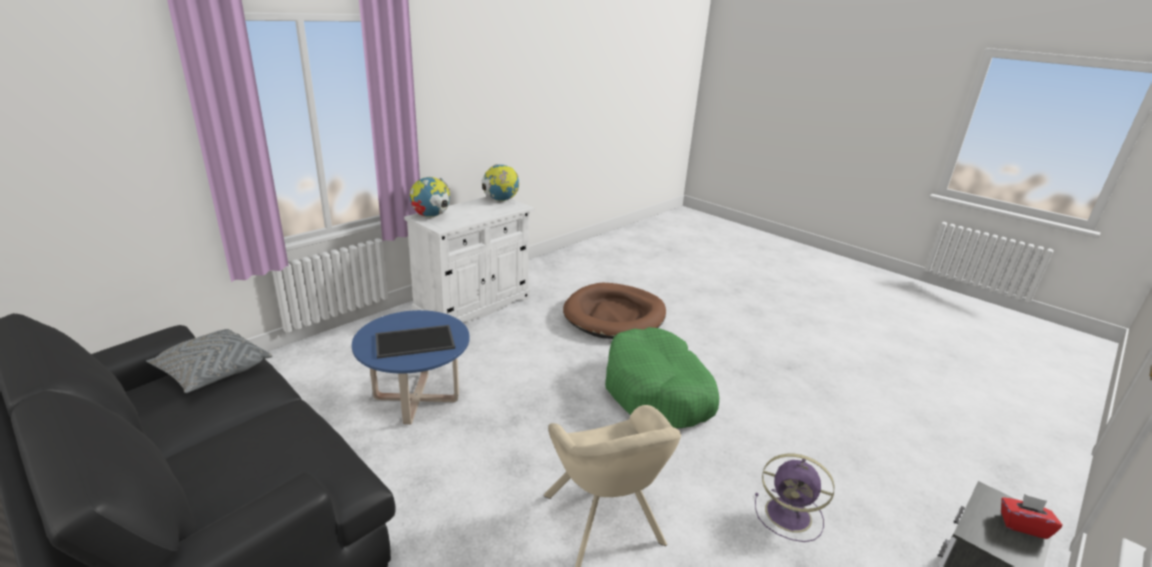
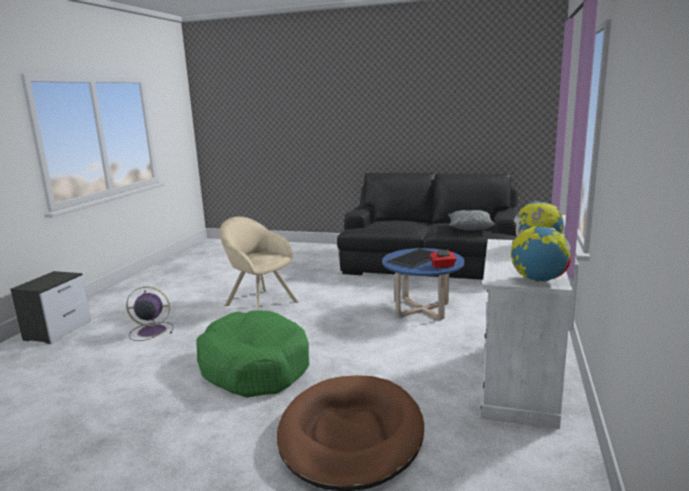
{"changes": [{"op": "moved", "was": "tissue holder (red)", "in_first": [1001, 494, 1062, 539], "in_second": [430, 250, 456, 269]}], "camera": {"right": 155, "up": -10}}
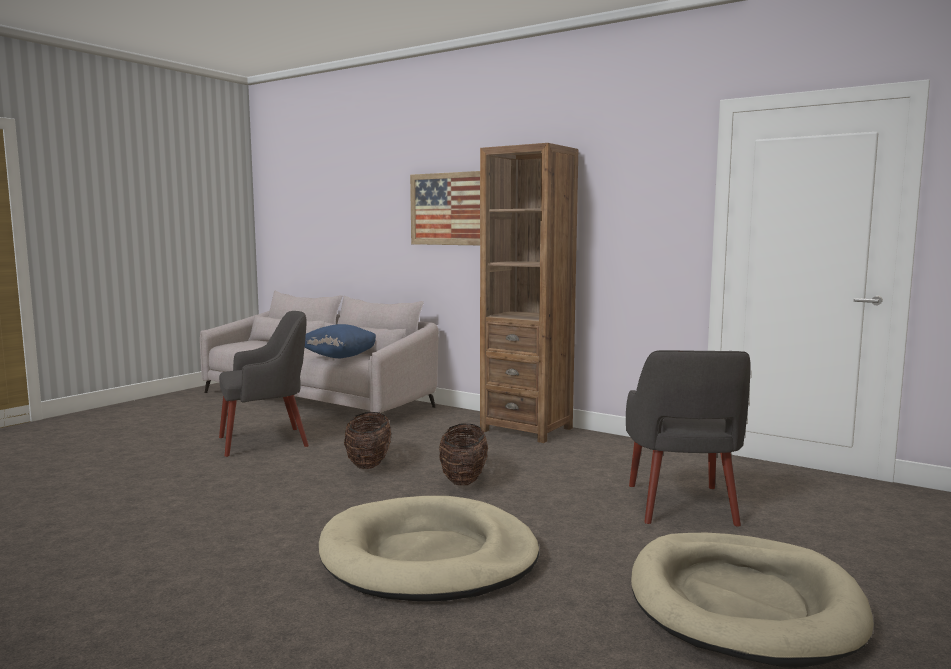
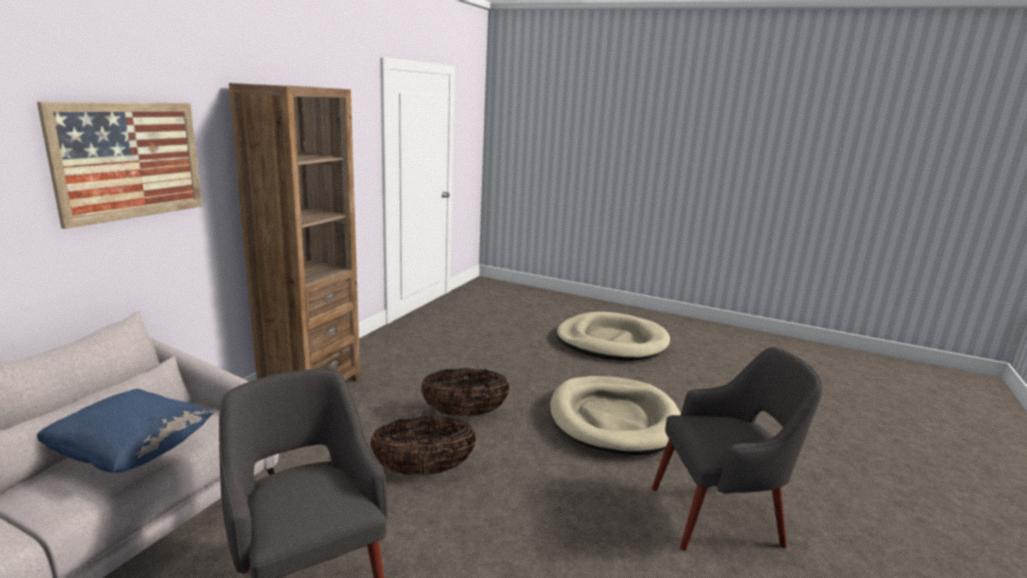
{"changes": [{"op": "moved", "was": "lounge chair (grey)", "in_first": [626, 350, 751, 527], "in_second": [652, 347, 823, 551]}], "camera": {"right": -100, "up": 10}}
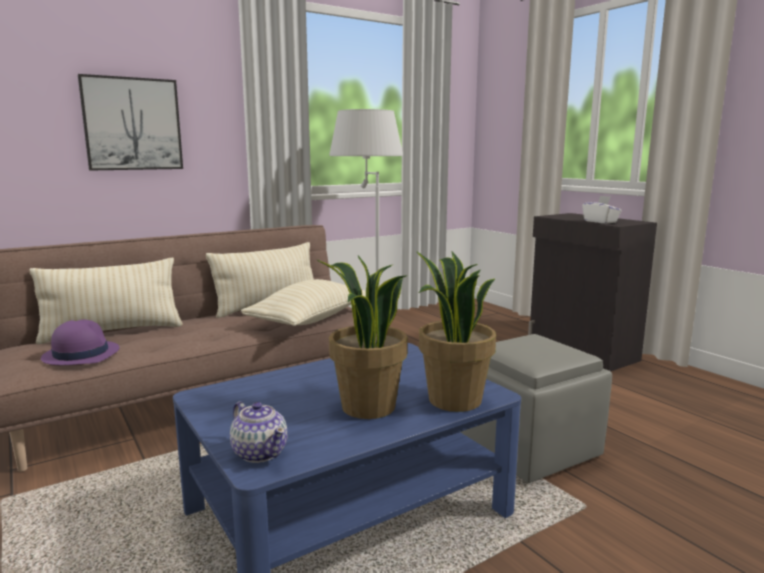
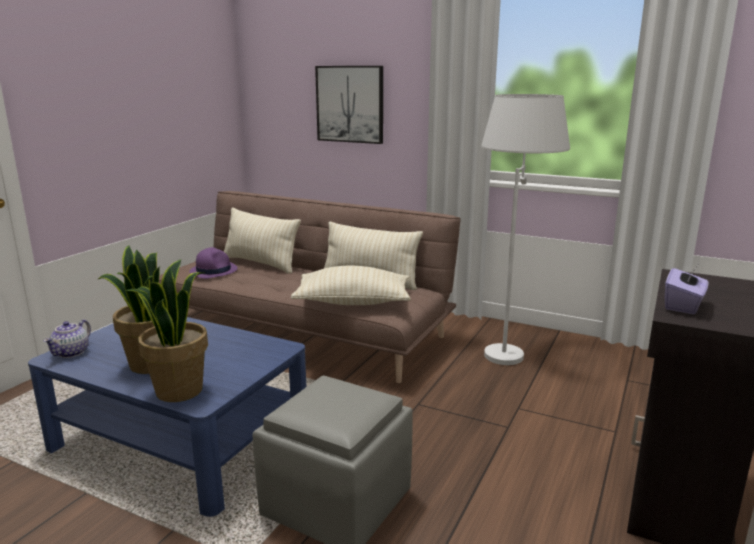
{"changes": [{"op": "recoloured", "was": "tissue holder (white-coloured)", "now": "tissue holder (purple)", "in_first": [582, 196, 622, 224], "in_second": [665, 265, 709, 314]}], "camera": {"right": 60, "up": 5}}
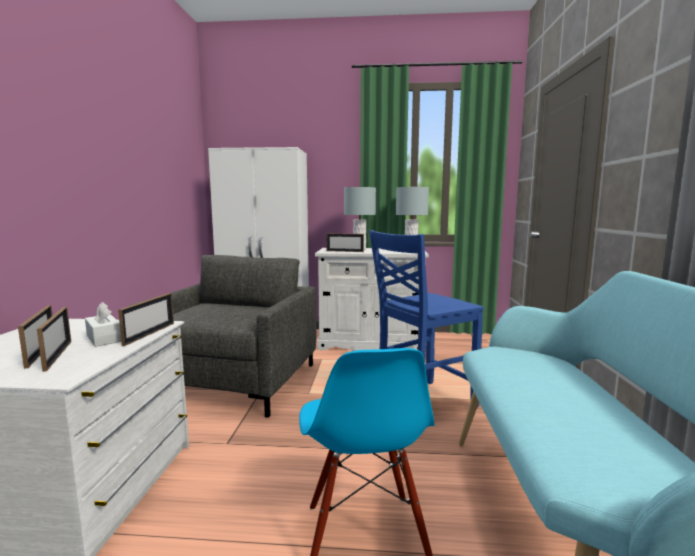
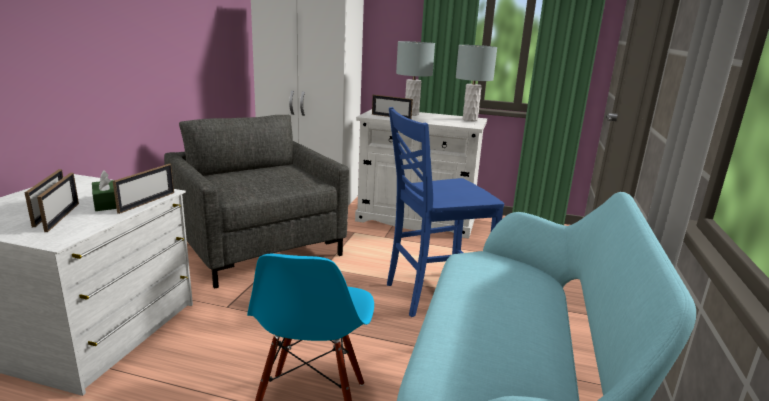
{"changes": [{"op": "recoloured", "was": "tissue holder (white-coloured)", "now": "tissue holder (greenish)", "in_first": [85, 302, 121, 347], "in_second": [92, 171, 117, 211]}, {"op": "turned", "was": "lounge chair (grey)", "in_first": [129, 255, 316, 418], "in_second": [164, 115, 349, 289], "clockwise": -60}], "camera": {"right": 10, "up": 10}}
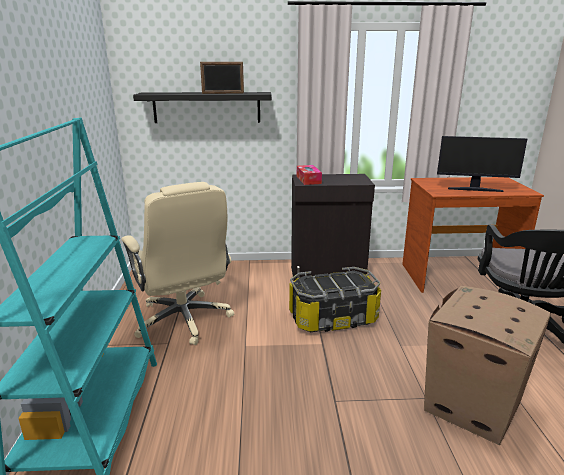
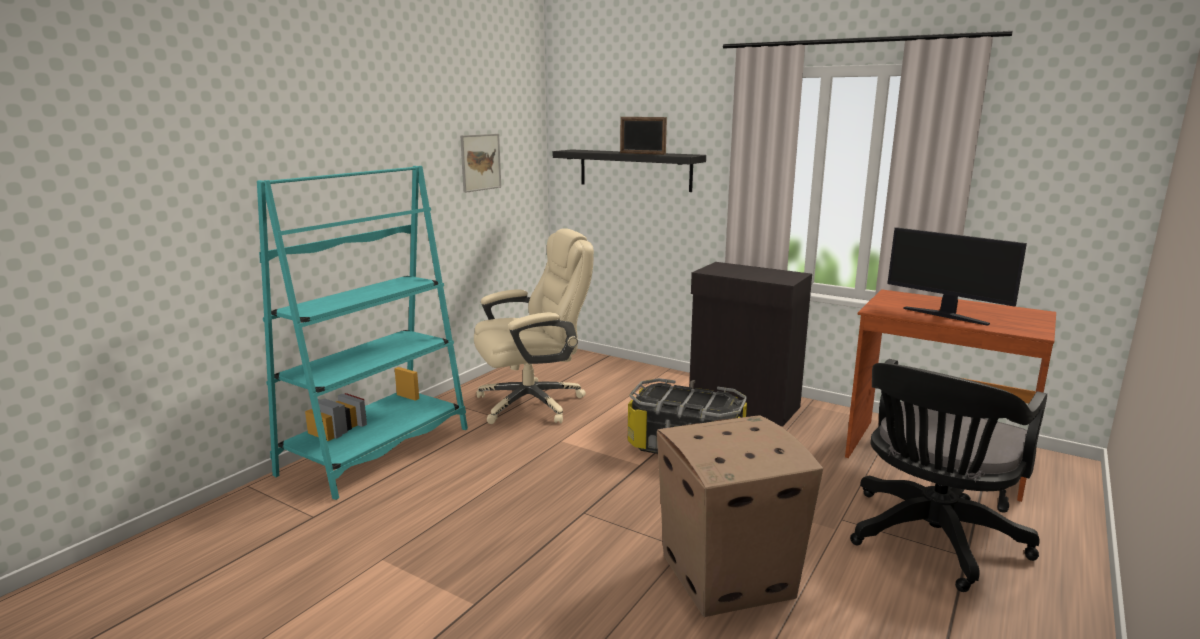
{"changes": [{"op": "added", "now": "wall picture", "in_second": [460, 134, 501, 193]}, {"op": "turned", "was": "desk chair (sand-coloured)", "in_first": [121, 182, 234, 345], "in_second": [474, 228, 594, 424], "clockwise": -120}, {"op": "removed", "was": "tissue holder", "in_first": [297, 165, 322, 185]}], "camera": {"right": 35, "up": -5}}
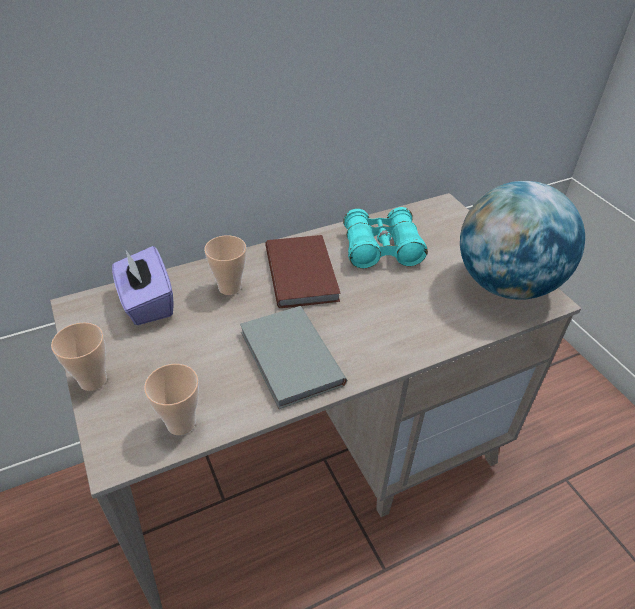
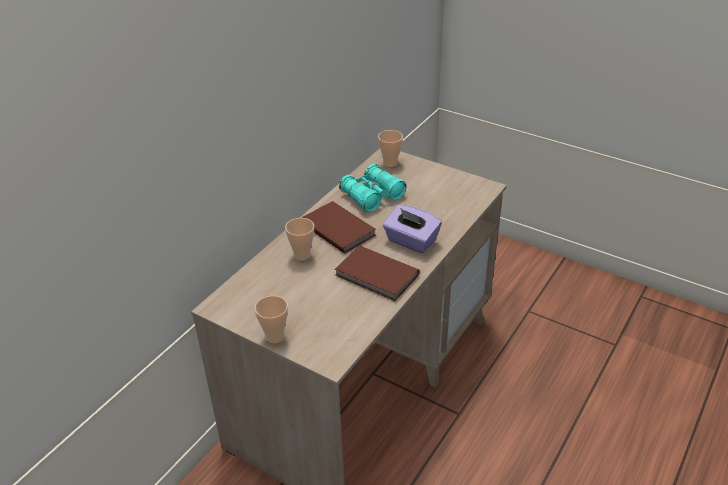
{"changes": [{"op": "recoloured", "was": "volume (grey)", "now": "volume (brown)", "in_first": [240, 306, 347, 409], "in_second": [335, 245, 420, 301]}, {"op": "moved", "was": "small cup", "in_first": [144, 364, 199, 435], "in_second": [378, 130, 403, 167]}, {"op": "moved", "was": "tissue holder (purple)", "in_first": [112, 246, 174, 325], "in_second": [383, 204, 442, 253]}, {"op": "removed", "was": "world globe", "in_first": [460, 181, 585, 300]}], "camera": {"right": -30, "up": -5}}
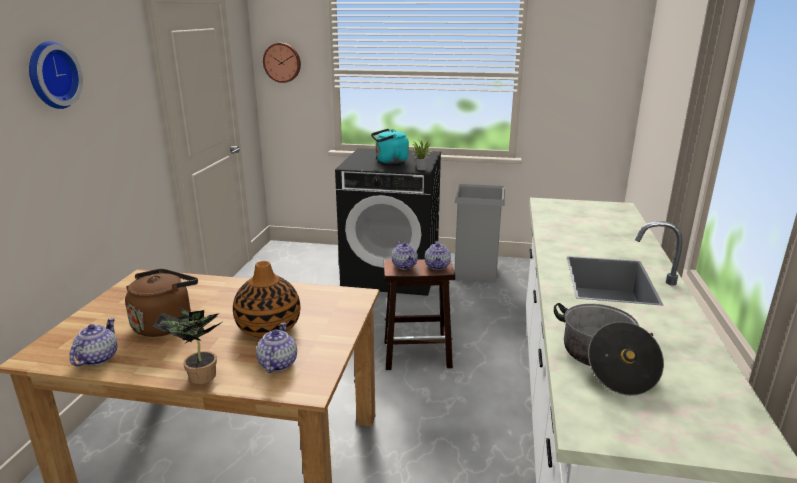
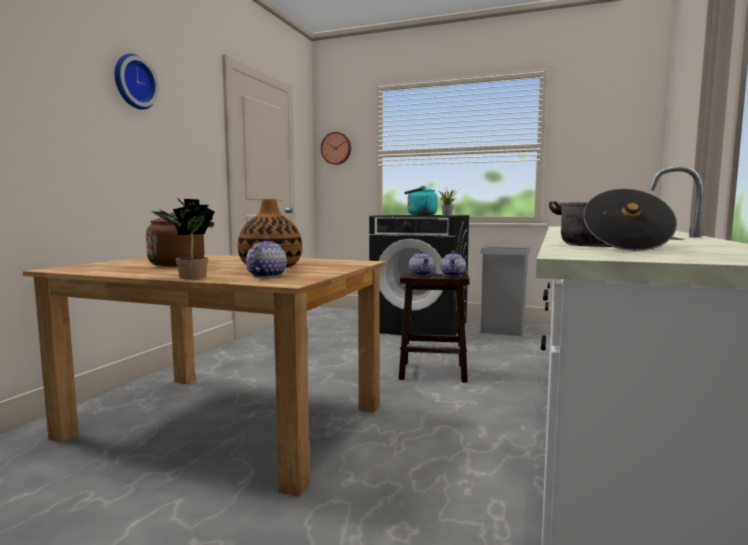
{"changes": [{"op": "removed", "was": "tea pot", "in_first": [69, 318, 117, 366]}], "camera": {"right": 10, "up": -15}}
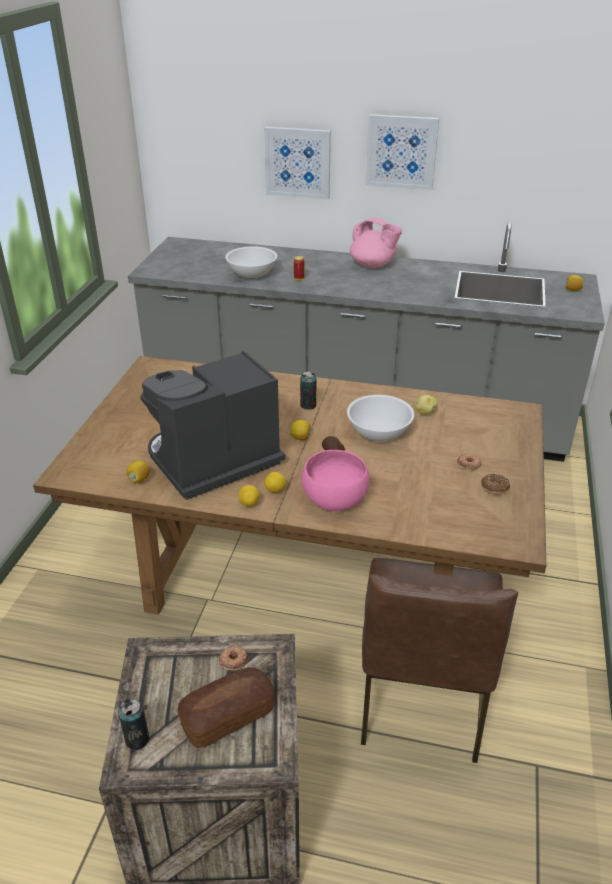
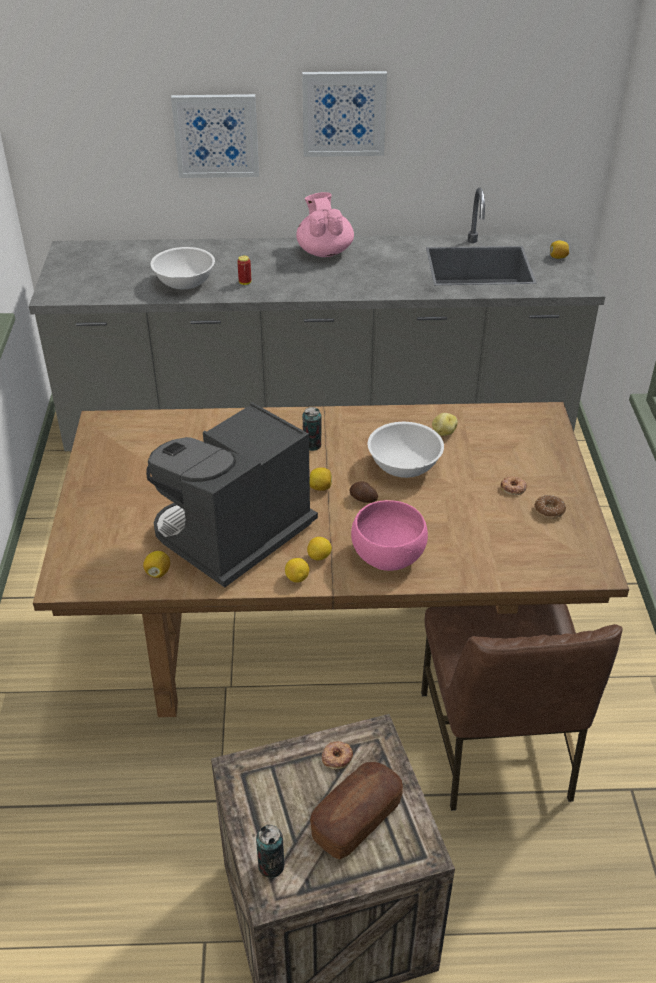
{"changes": [{"op": "turned", "was": "tea pot (pink-coloured)", "in_first": [350, 218, 403, 268], "in_second": [296, 192, 354, 257], "clockwise": -120}], "camera": {"right": -15, "up": 5}}
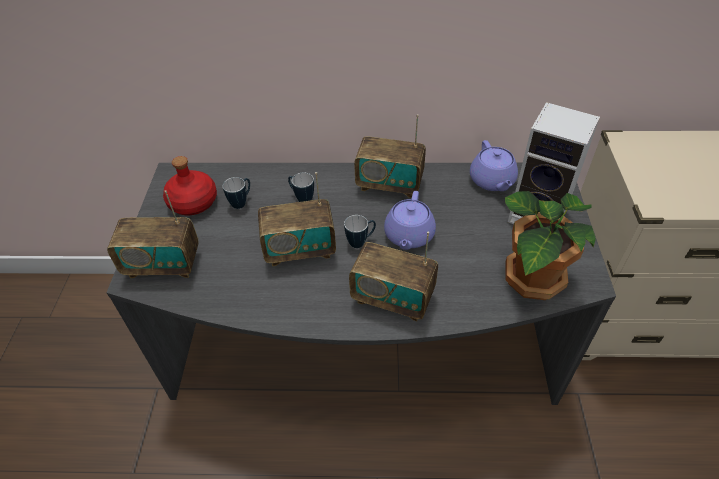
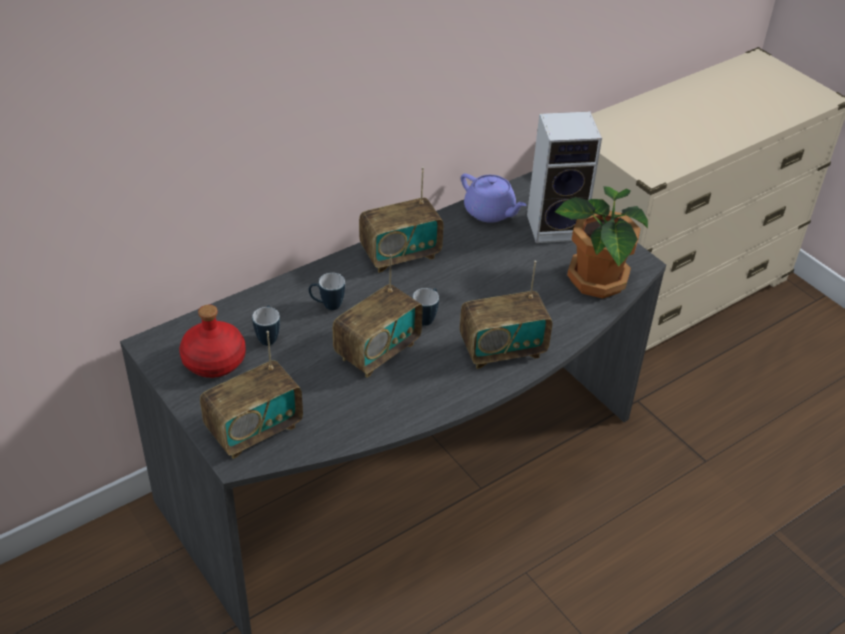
{"changes": [{"op": "removed", "was": "tea pot (purple)", "in_first": [384, 191, 436, 250]}], "camera": {"right": -40, "up": -5}}
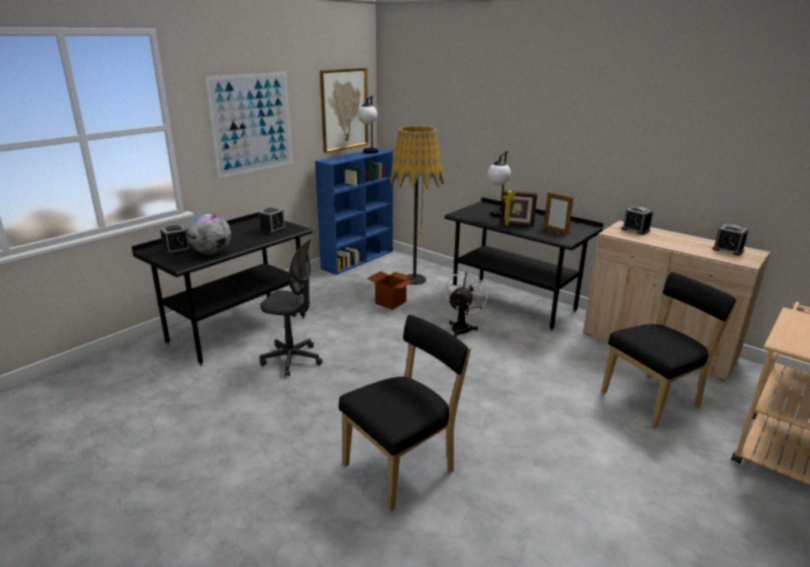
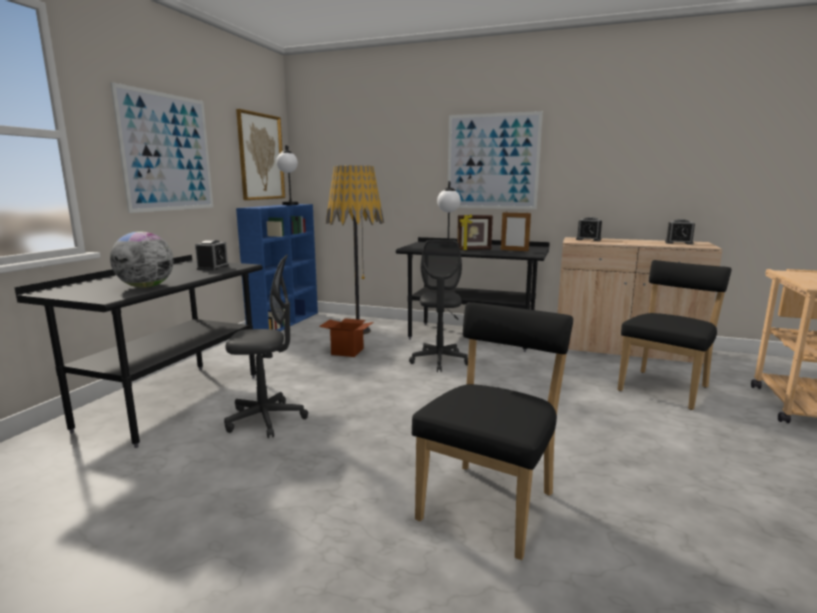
{"changes": [{"op": "replaced", "was": "cooling fan (white-coloured)", "now": "desk chair (grey)", "in_first": [445, 270, 489, 338], "in_second": [409, 240, 468, 372]}, {"op": "added", "now": "wall picture", "in_second": [448, 111, 543, 209]}, {"op": "removed", "was": "alarm clock", "in_first": [160, 225, 192, 255]}], "camera": {"right": -20, "up": -10}}
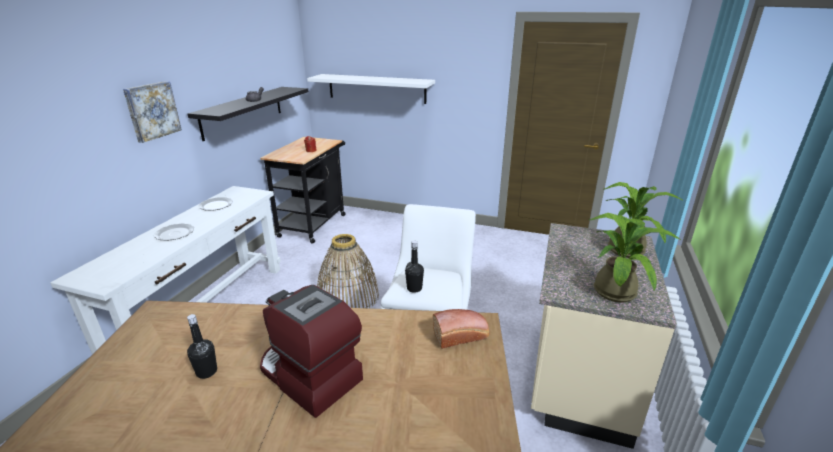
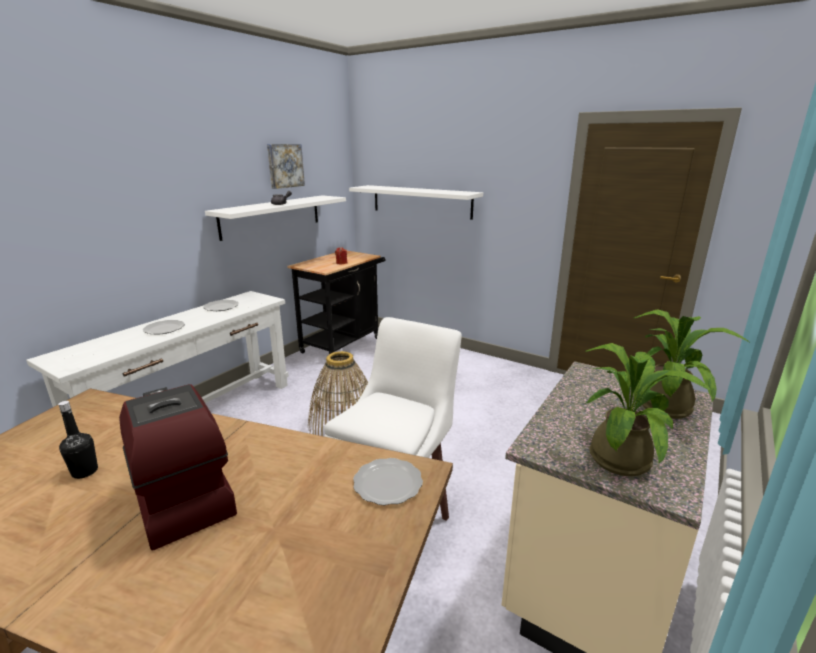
{"changes": [{"op": "recoloured", "was": "shelf (blackish)", "now": "shelf (white-coloured)", "in_first": [188, 87, 309, 141], "in_second": [205, 195, 346, 241]}, {"op": "moved", "was": "wall picture", "in_first": [123, 81, 182, 143], "in_second": [267, 144, 305, 189]}, {"op": "replaced", "was": "baked bread", "now": "dinner plate", "in_first": [433, 309, 489, 349], "in_second": [353, 458, 423, 505]}, {"op": "removed", "was": "drink bottle (blackish)", "in_first": [405, 241, 424, 293]}], "camera": {"right": 15, "up": -5}}
